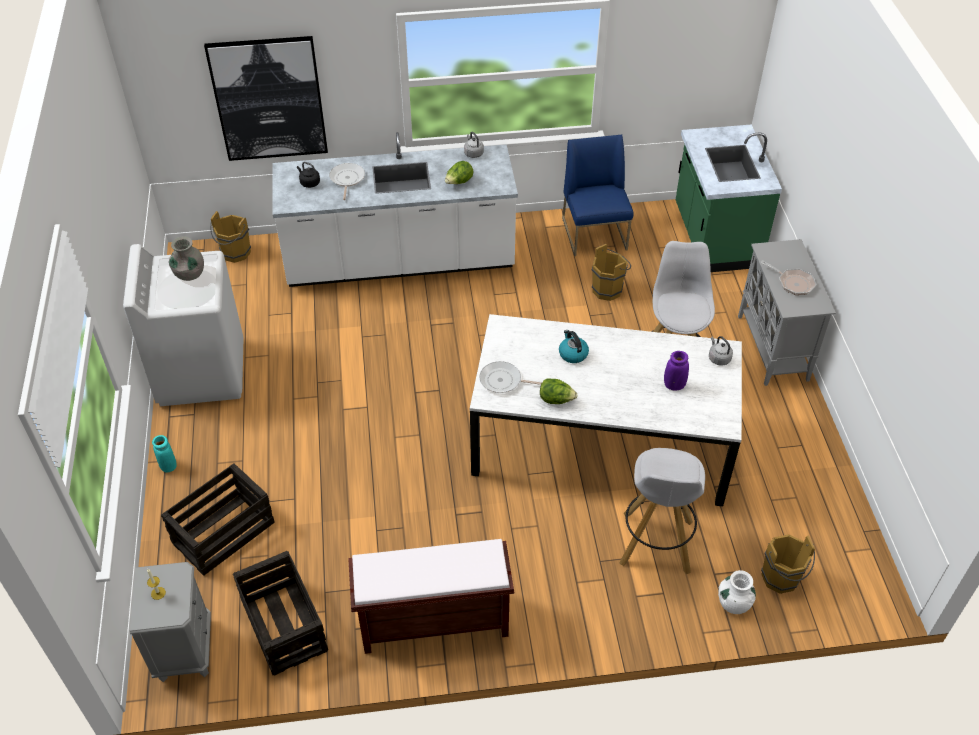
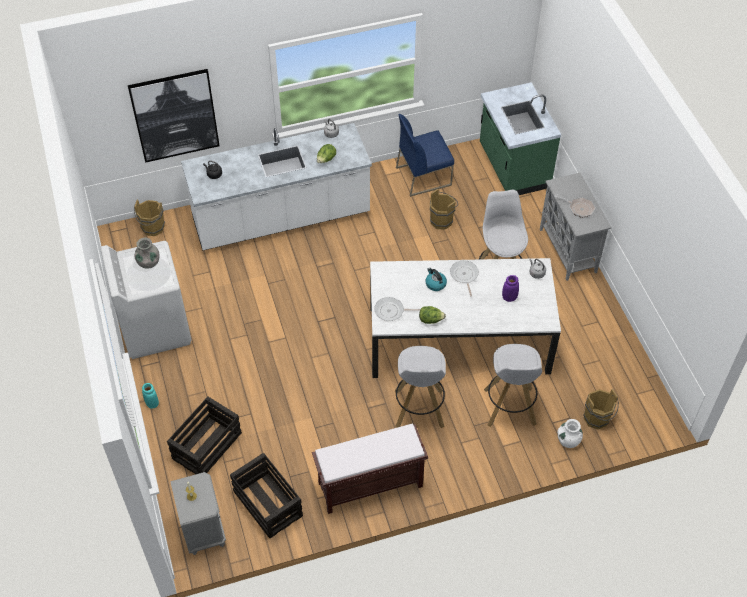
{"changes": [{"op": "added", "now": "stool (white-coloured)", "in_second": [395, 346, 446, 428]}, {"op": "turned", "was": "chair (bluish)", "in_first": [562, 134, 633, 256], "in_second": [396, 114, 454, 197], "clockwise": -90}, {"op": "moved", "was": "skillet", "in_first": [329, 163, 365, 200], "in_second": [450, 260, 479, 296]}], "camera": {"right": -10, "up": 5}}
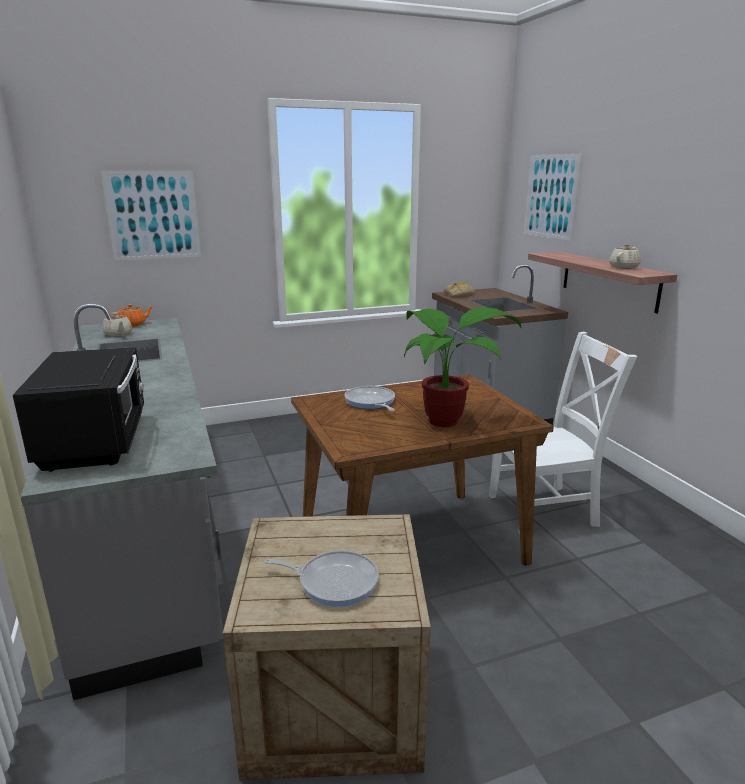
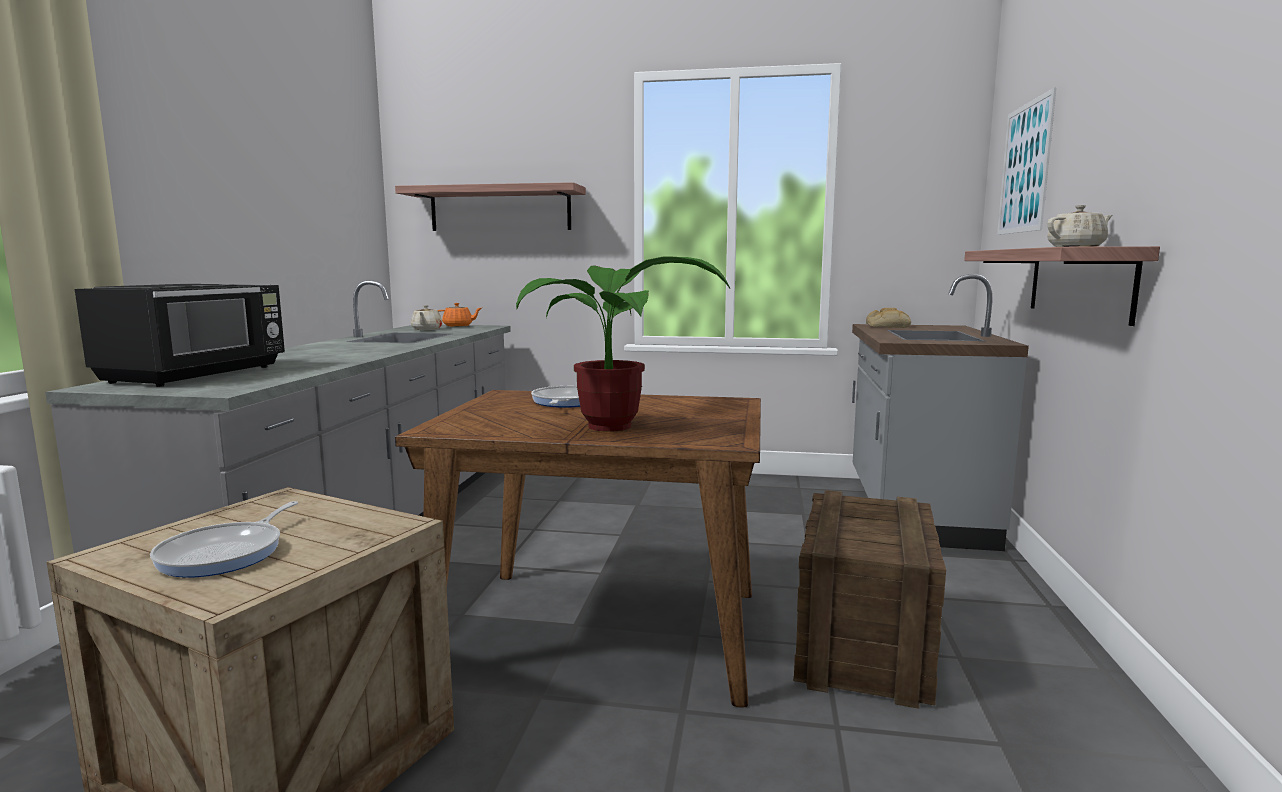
{"changes": [{"op": "turned", "was": "skillet", "in_first": [264, 550, 379, 607], "in_second": [150, 501, 298, 578], "clockwise": 60}, {"op": "replaced", "was": "wall picture", "now": "shelf", "in_first": [101, 171, 201, 261], "in_second": [395, 182, 586, 231]}, {"op": "replaced", "was": "chair (white-coloured)", "now": "packing crate", "in_first": [489, 332, 637, 535], "in_second": [793, 490, 946, 709]}], "camera": {"right": 30, "up": -10}}
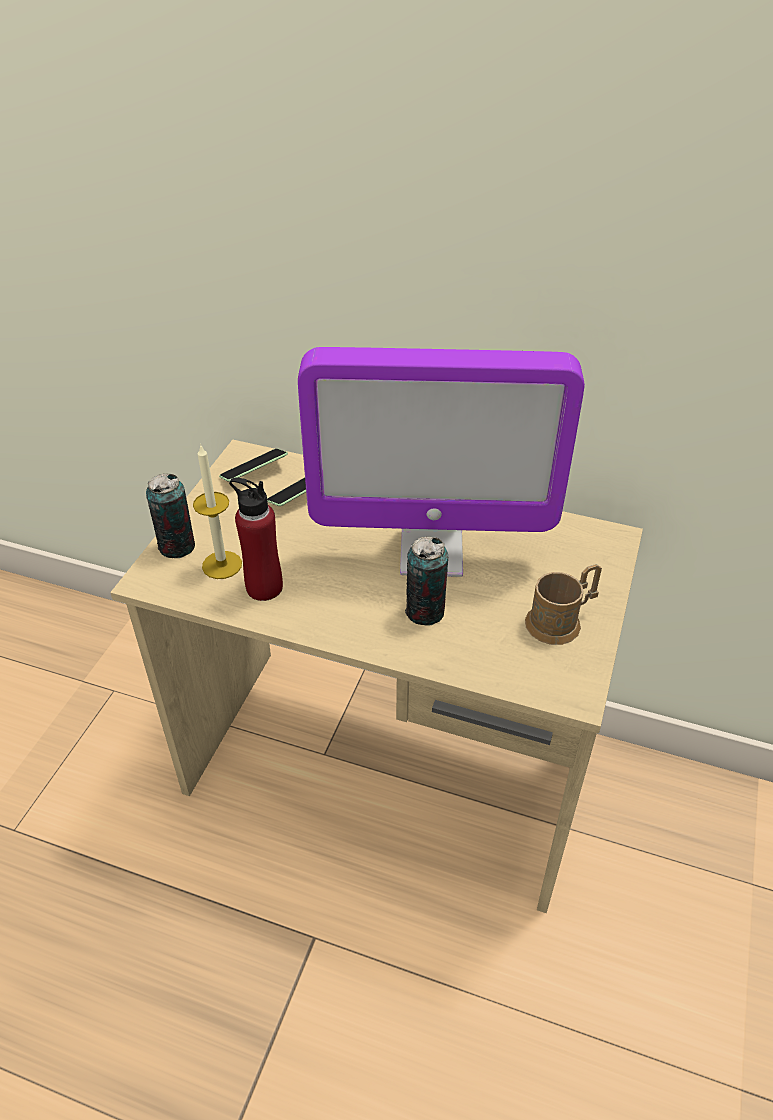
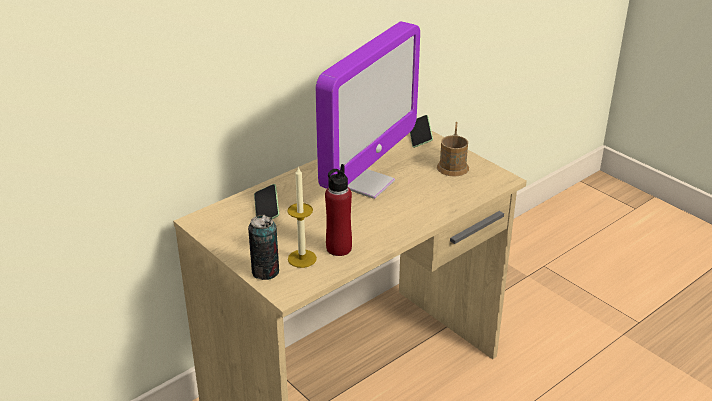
{"changes": [{"op": "moved", "was": "phone", "in_first": [219, 449, 288, 482], "in_second": [410, 115, 433, 148]}, {"op": "removed", "was": "sealed can", "in_first": [405, 537, 448, 626]}], "camera": {"right": -60, "up": -10}}
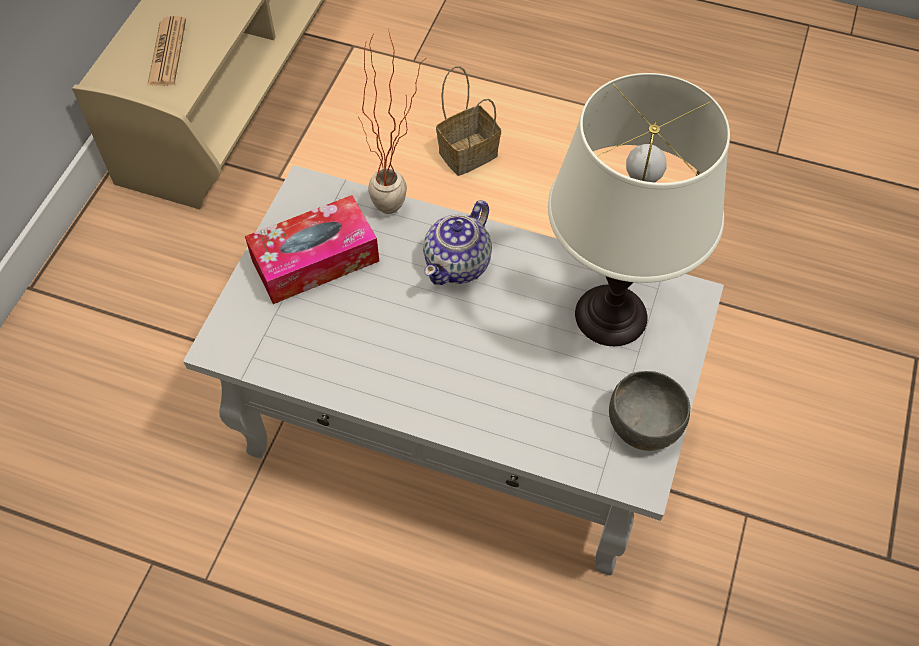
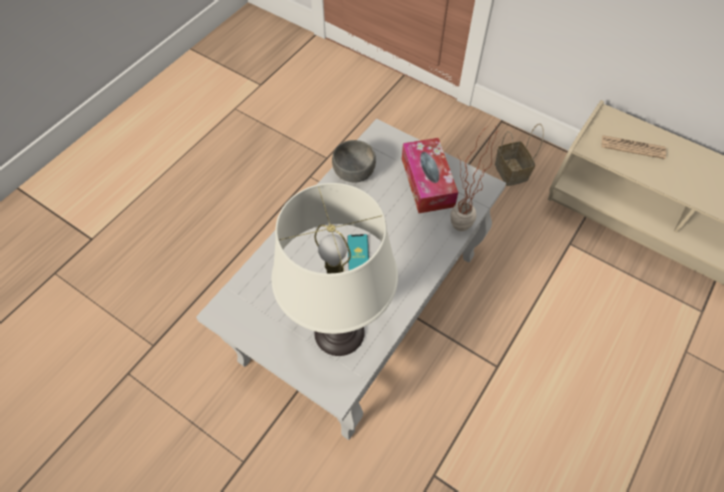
{"changes": [{"op": "moved", "was": "serving bowl (grey)", "in_first": [609, 371, 690, 451], "in_second": [332, 140, 376, 183]}, {"op": "added", "now": "phone", "in_second": [347, 234, 369, 270]}, {"op": "moved", "was": "household basket", "in_first": [436, 66, 501, 176], "in_second": [495, 124, 544, 186]}, {"op": "removed", "was": "tea pot", "in_first": [423, 200, 492, 285]}], "camera": {"right": 105, "up": 0}}
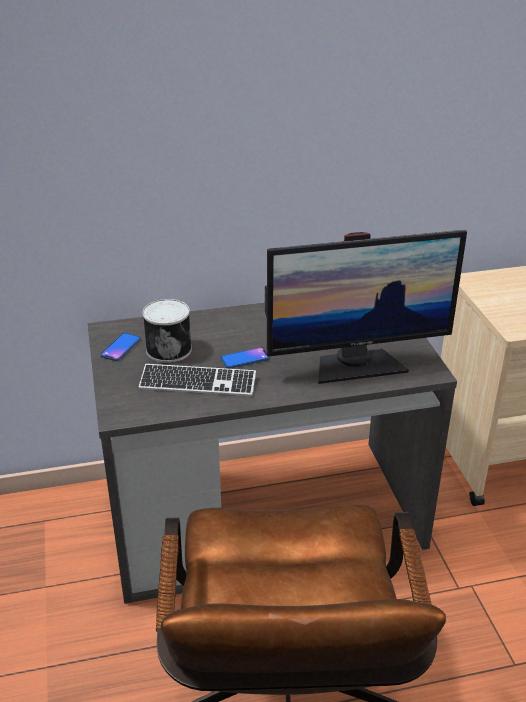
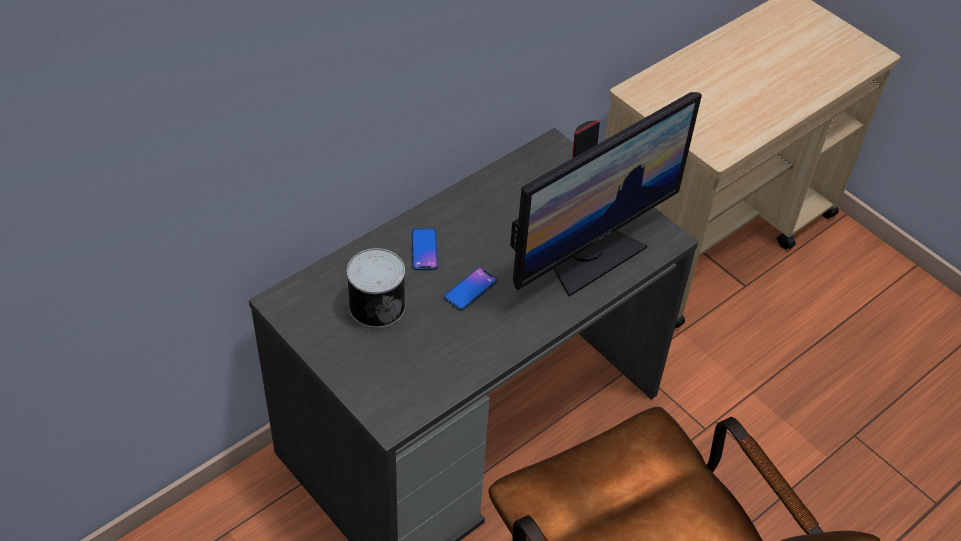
{"changes": [{"op": "moved", "was": "phone", "in_first": [100, 333, 141, 361], "in_second": [411, 228, 438, 270]}, {"op": "removed", "was": "PC keyboard", "in_first": [139, 364, 256, 396]}], "camera": {"right": -30, "up": 15}}
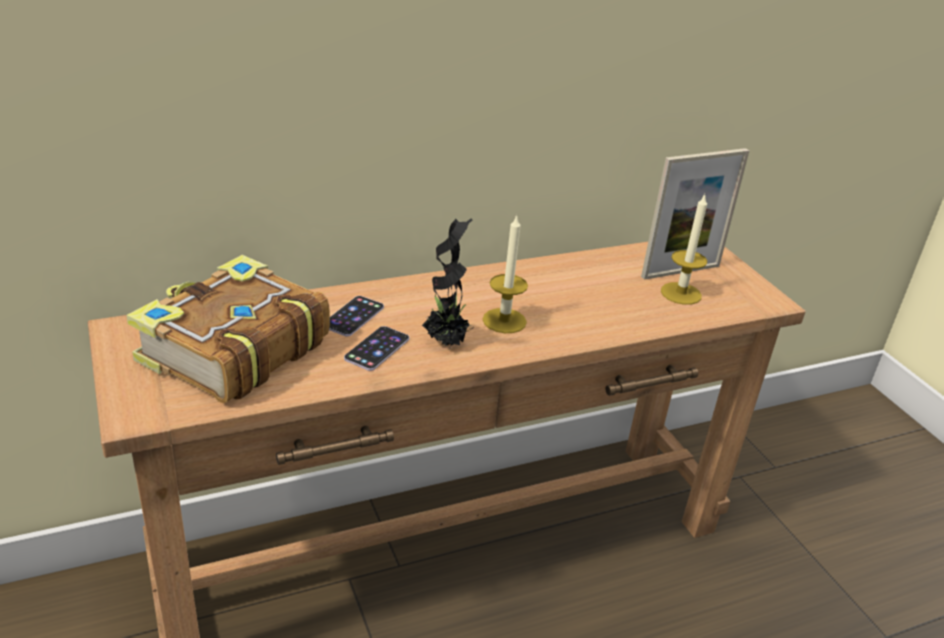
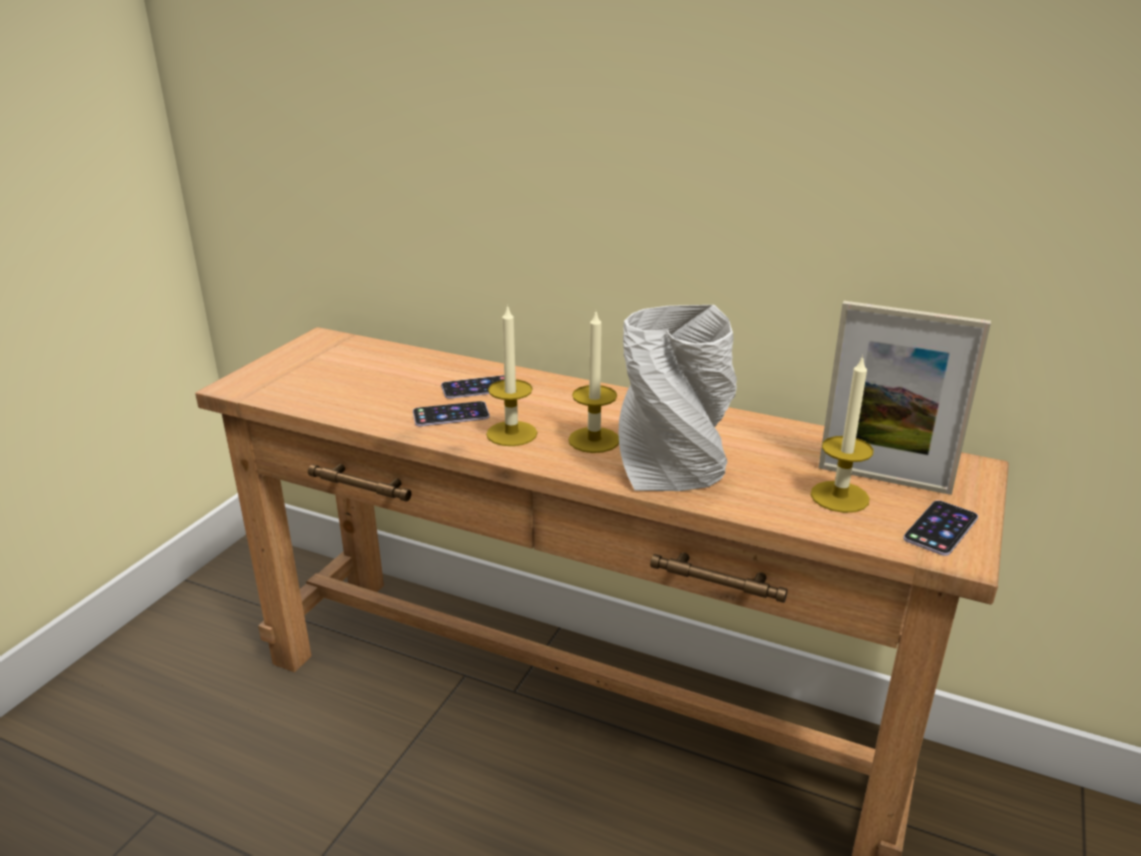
{"changes": [{"op": "replaced", "was": "plant in a pot", "now": "wax light", "in_first": [422, 218, 474, 346], "in_second": [486, 304, 537, 446]}, {"op": "added", "now": "vase (grey)", "in_second": [619, 305, 737, 491]}, {"op": "added", "now": "phone", "in_second": [903, 500, 978, 556]}, {"op": "removed", "was": "volume", "in_first": [126, 255, 330, 403]}], "camera": {"right": 50, "up": -5}}
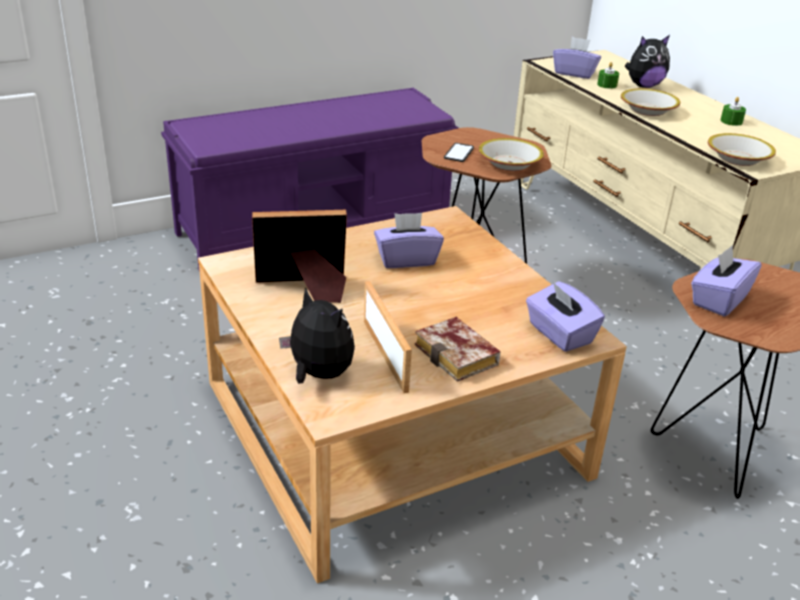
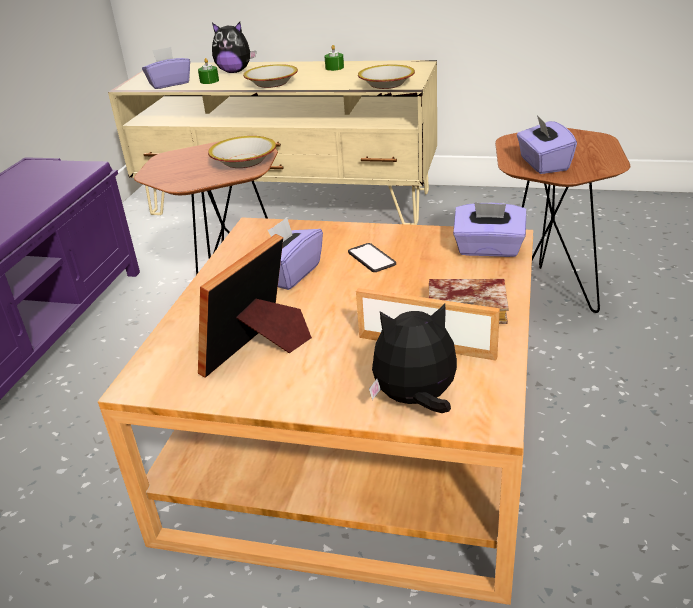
{"changes": [{"op": "turned", "was": "plush toy", "in_first": [625, 35, 670, 88], "in_second": [212, 22, 256, 73], "clockwise": 75}, {"op": "moved", "was": "phone", "in_first": [444, 143, 474, 162], "in_second": [348, 243, 396, 272]}], "camera": {"right": -45, "up": 0}}
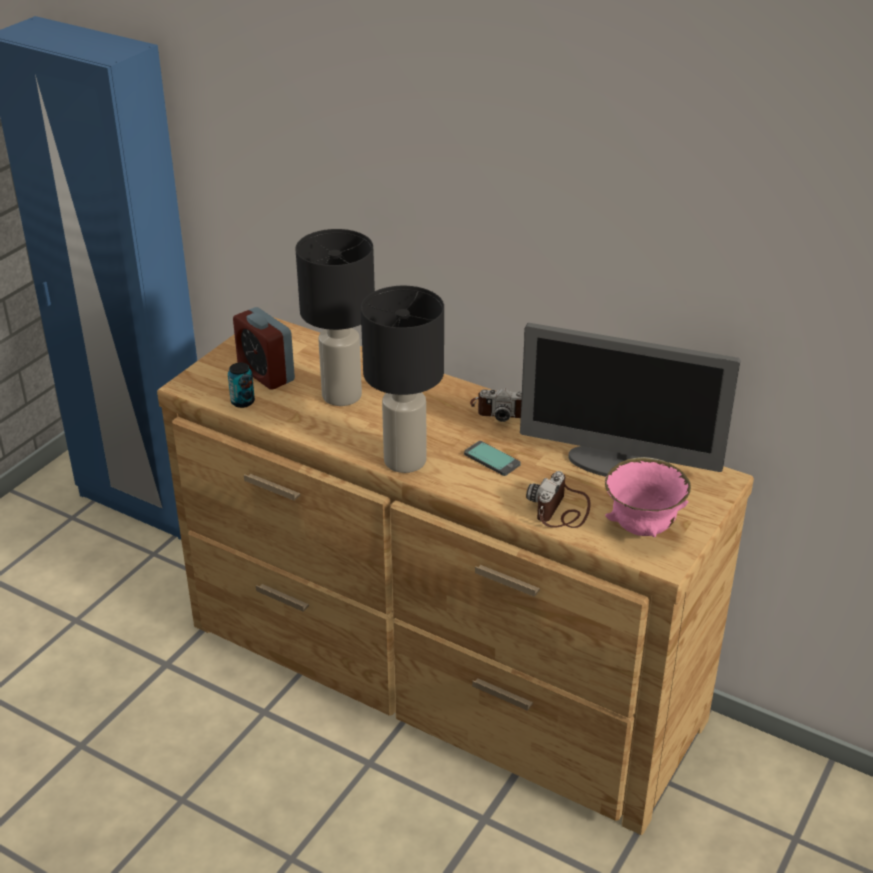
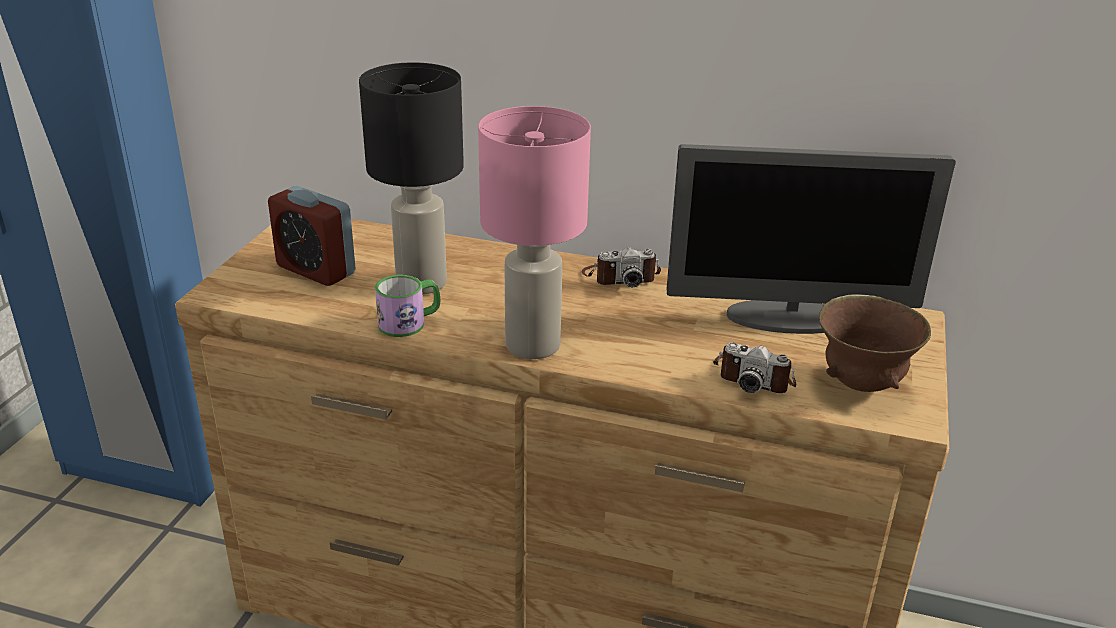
{"changes": [{"op": "added", "now": "coffee mug", "in_second": [375, 275, 440, 337]}, {"op": "recoloured", "was": "table lamp (blackish)", "now": "table lamp (pink-coloured)", "in_first": [361, 286, 444, 473], "in_second": [478, 106, 591, 359]}, {"op": "turned", "was": "still camera", "in_first": [526, 471, 590, 528], "in_second": [713, 342, 796, 393], "clockwise": -75}, {"op": "recoloured", "was": "serving bowl (pink-coloured)", "now": "serving bowl (brown)", "in_first": [605, 457, 691, 537], "in_second": [819, 295, 931, 392]}, {"op": "removed", "was": "sealed can", "in_first": [228, 363, 255, 408]}, {"op": "removed", "was": "phone", "in_first": [464, 441, 521, 476]}], "camera": {"right": -15, "up": -5}}
